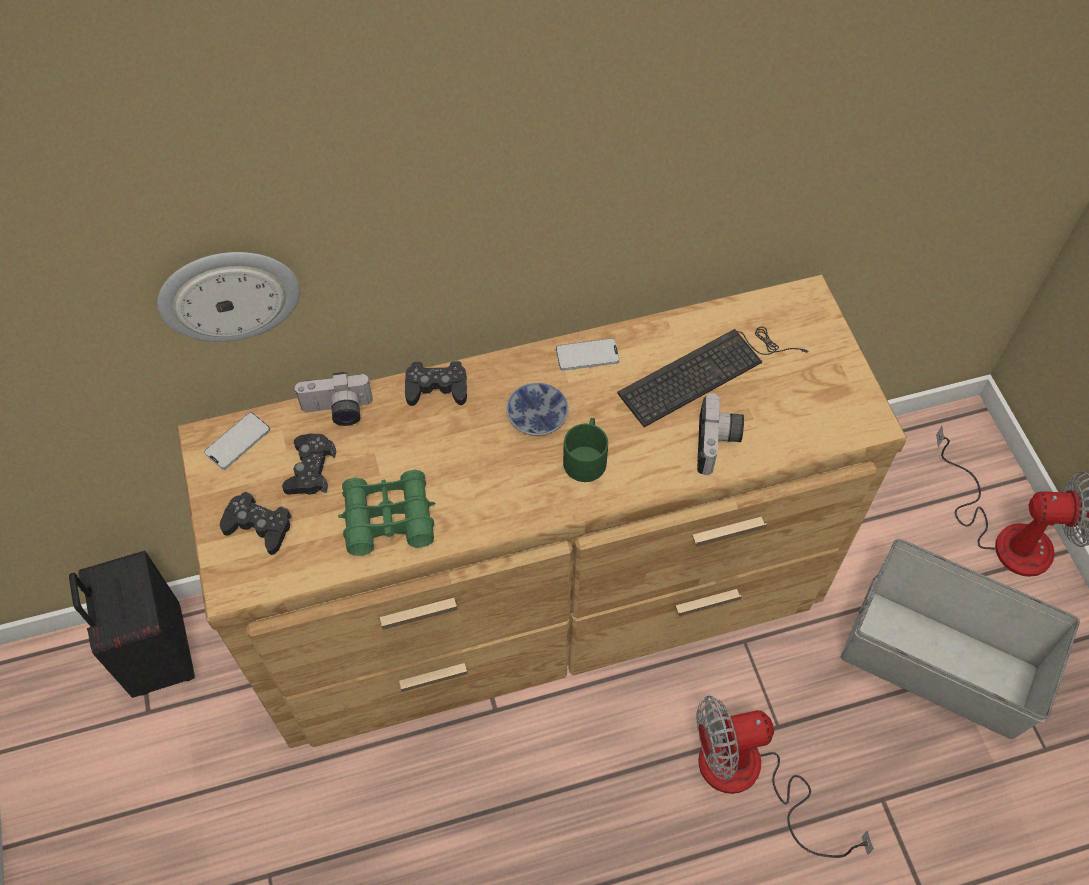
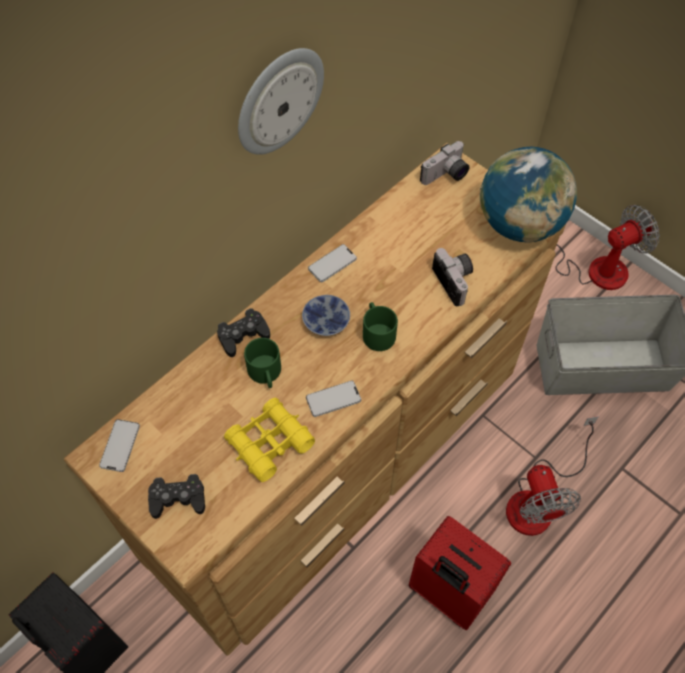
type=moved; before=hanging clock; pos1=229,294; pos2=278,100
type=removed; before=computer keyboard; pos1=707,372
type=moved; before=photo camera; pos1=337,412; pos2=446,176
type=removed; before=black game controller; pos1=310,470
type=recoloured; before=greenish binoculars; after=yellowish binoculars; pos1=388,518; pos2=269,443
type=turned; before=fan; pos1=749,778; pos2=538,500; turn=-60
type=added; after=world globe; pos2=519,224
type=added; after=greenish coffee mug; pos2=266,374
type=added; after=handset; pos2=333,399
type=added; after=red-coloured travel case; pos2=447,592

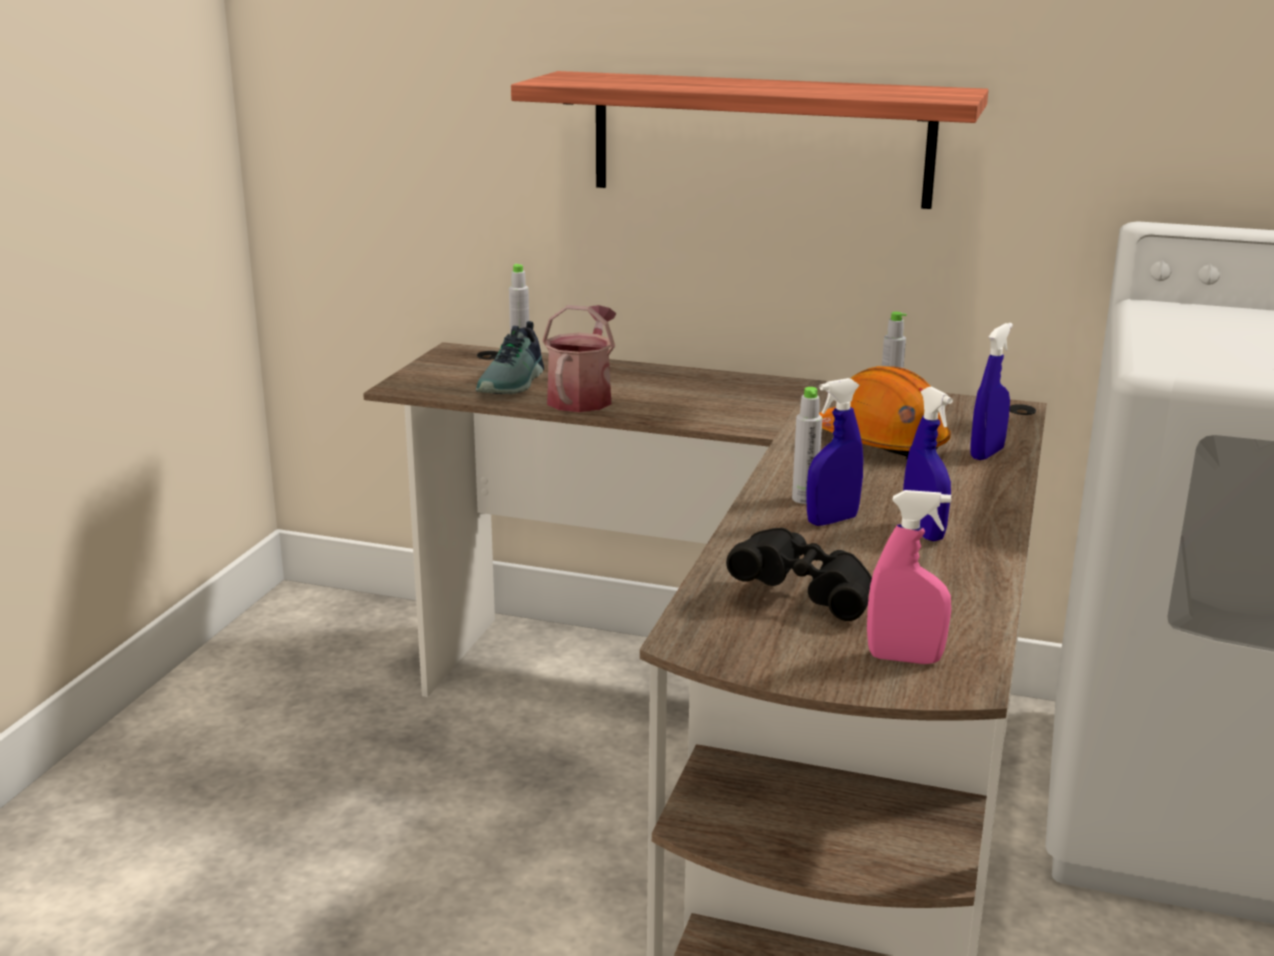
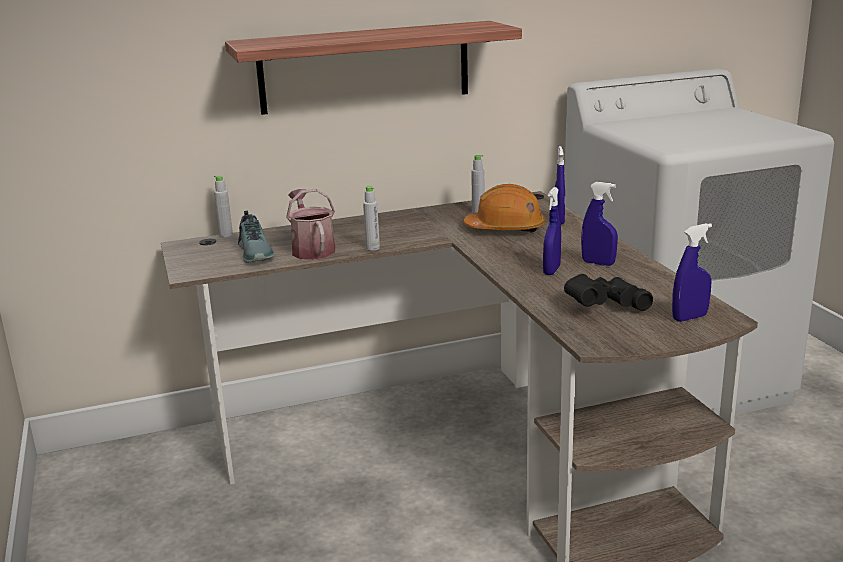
type=moved; before=gray beverage bottle; pos1=804,499; pos2=372,248
type=recoloured; before=pinkish hand sprayer; after=blue-coloured hand sprayer; pos1=904,659; pos2=689,318

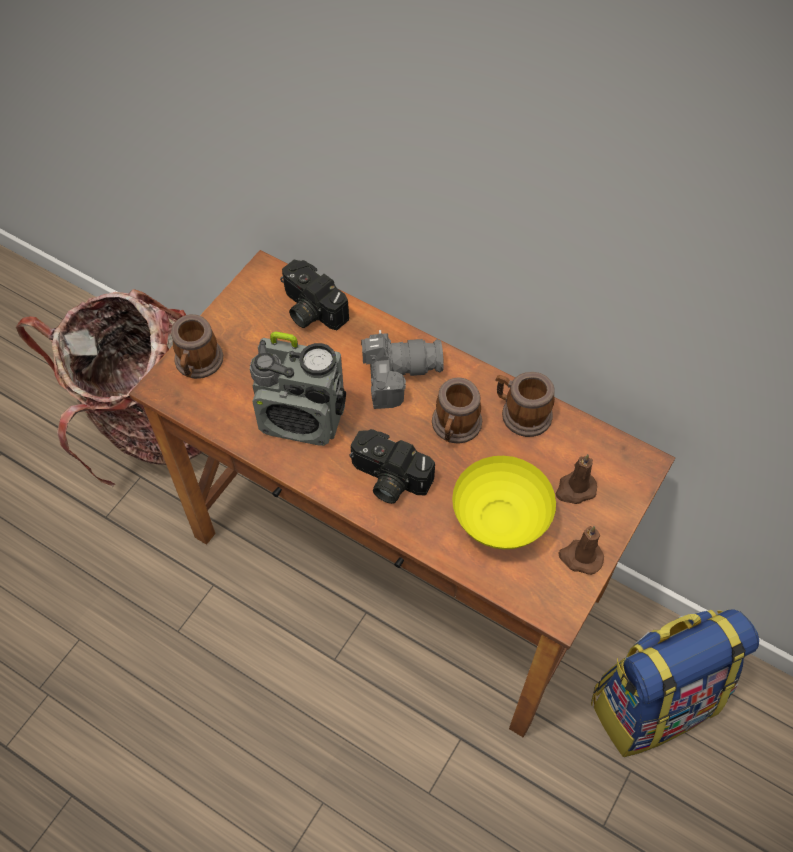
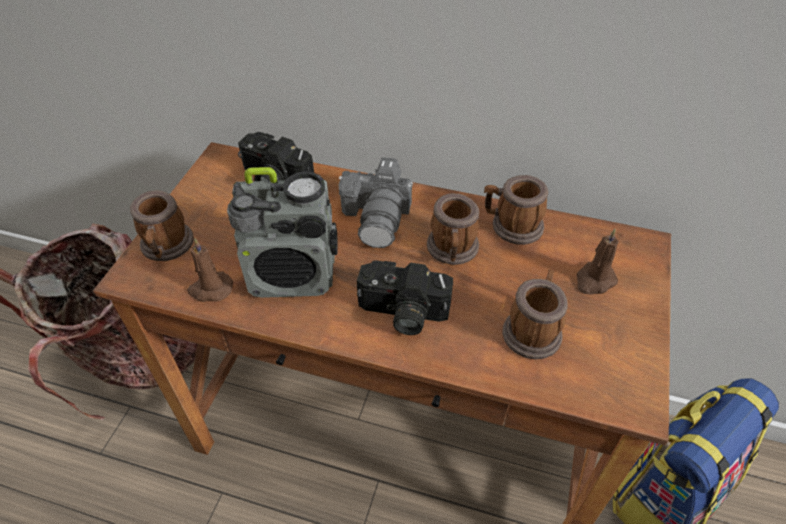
type=turned; before=photo camera; pos1=397,374; pos2=378,217; turn=120
type=replaced; before=yellowish deep dish; after=coffee mug; pos1=497,522; pos2=533,329
type=moved; before=brownish wax light; pos1=580,557; pos2=210,289

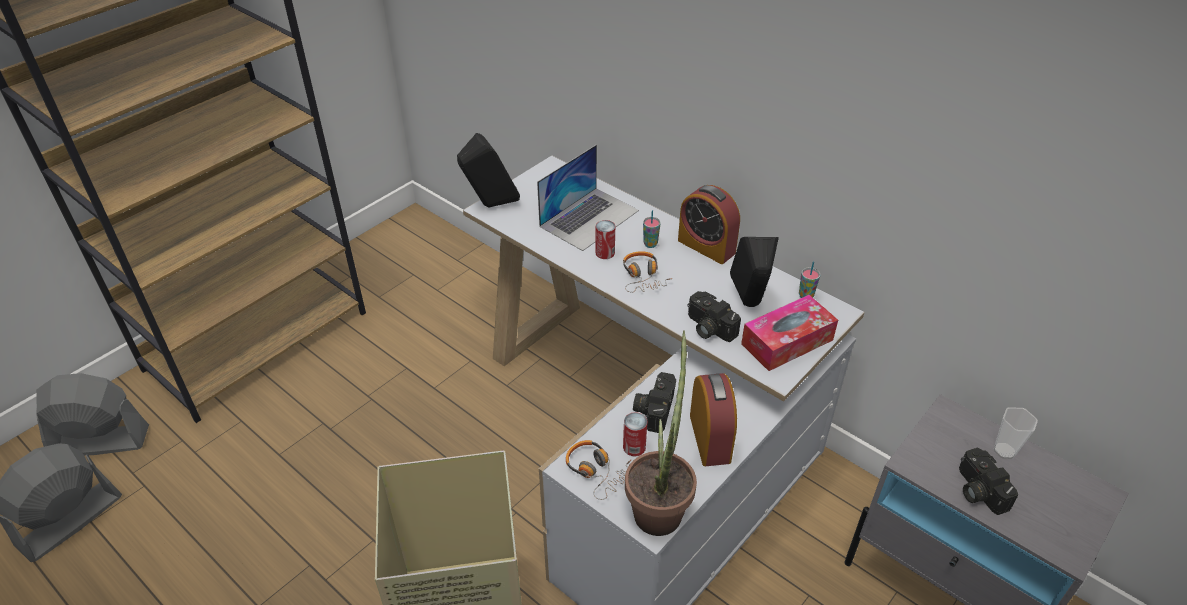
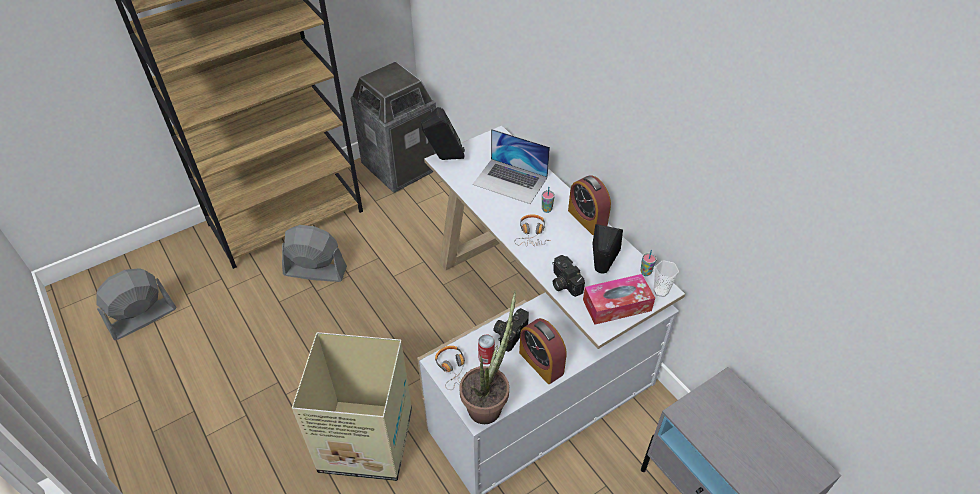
type=turned; before=portable computer; pos1=589,218; pos2=510,181; turn=60
type=removed; before=metal can; pos1=605,253
type=moved; before=gray fan; pos1=99,441; pos2=315,271
type=turned; before=bedside clock; pos1=710,438; pos2=541,363; turn=135
type=moved; before=cup; pos1=1004,451; pos2=660,291
type=removed; before=photo camera; pos1=977,490
type=added; after=trash can; pos2=400,167

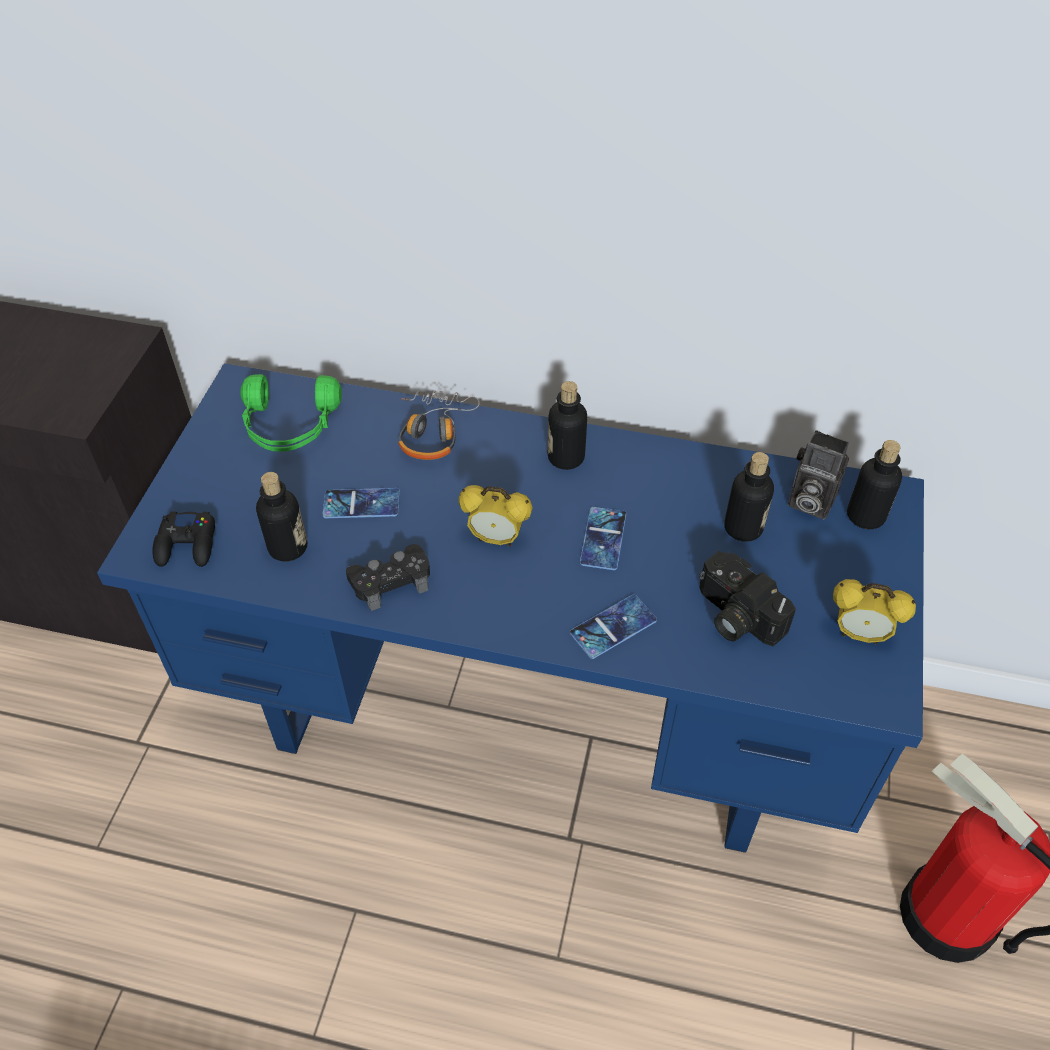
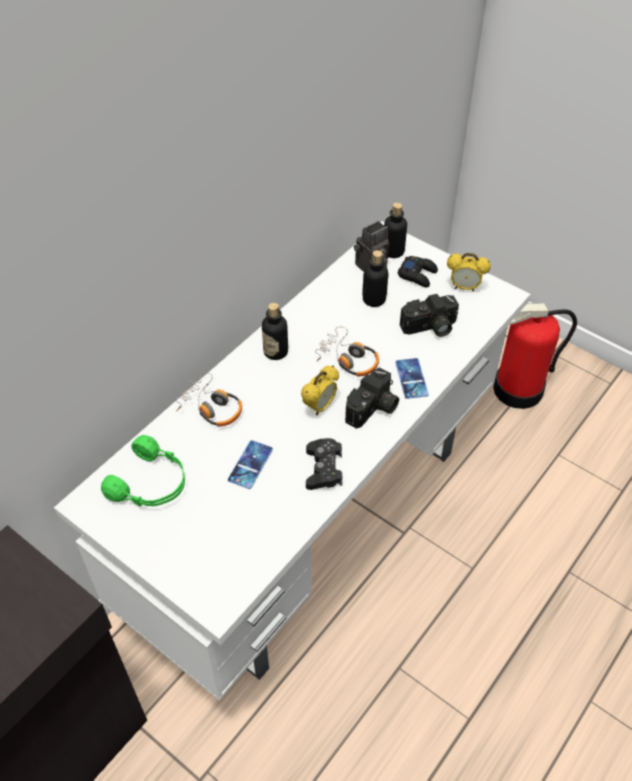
type=recoloured; before=blue-coloured desk table; after=whitish desk table; pos1=527,718; pos2=315,522
type=removed; before=beverage bottle; pos1=288,547
type=replaced; before=handset; after=headphones; pos1=603,538; pos2=348,359
type=moved; before=black game controller; pos1=187,545; pos2=417,275
type=turned; before=bedside clock; pos1=859,634; pos2=464,287; turn=60
type=added; after=photo camera; pos2=373,409

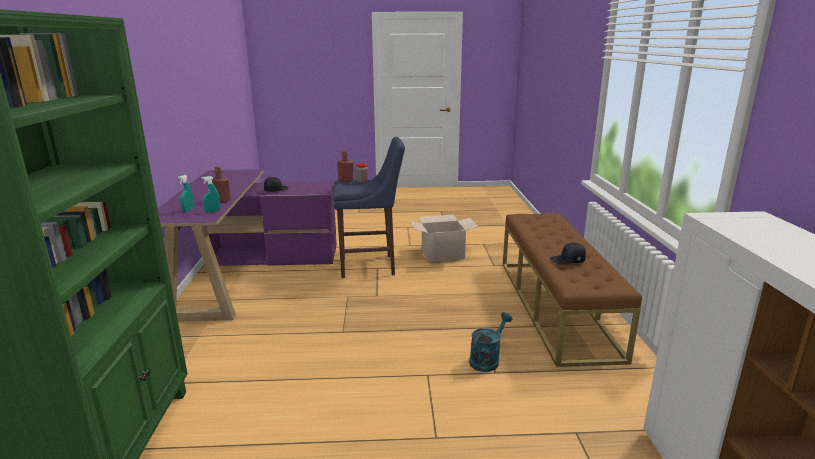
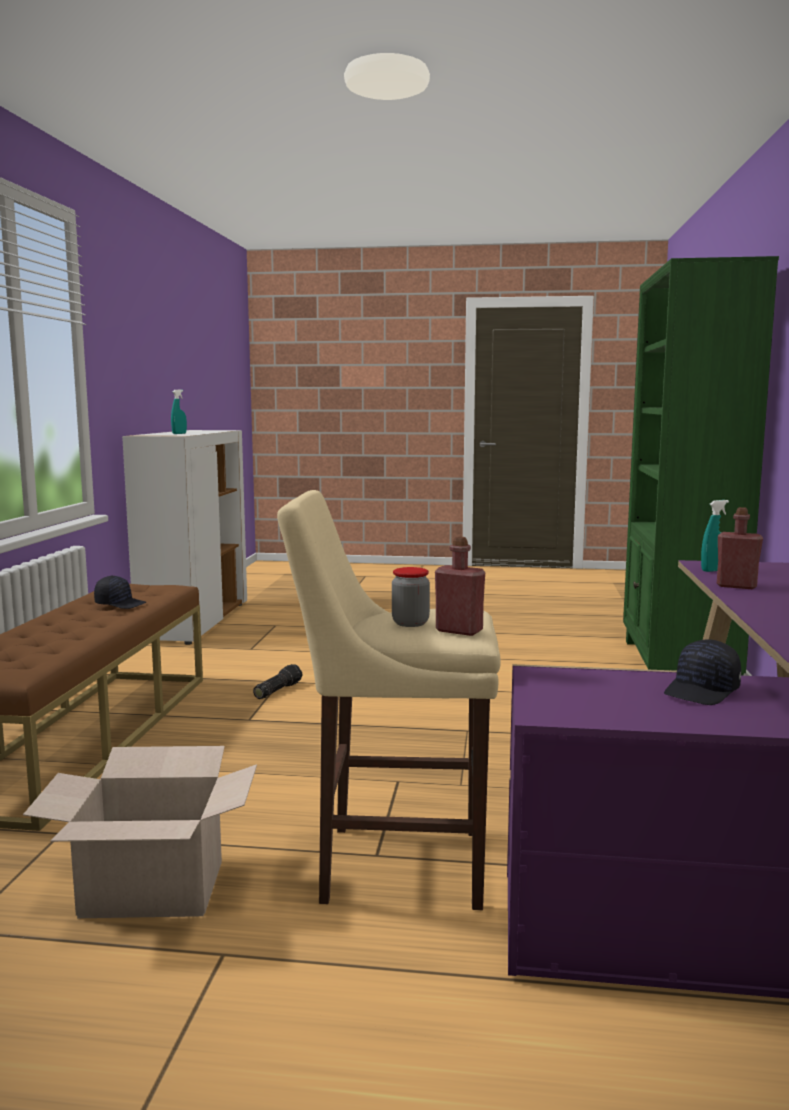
type=recoloured; before=blue-coloured stool seat; after=beige stool seat; pos1=371,266; pos2=393,864
type=moved; before=blue-green hand sprayer; pos1=188,210; pos2=179,433
type=replaced; before=blue-green sprinkling can; after=torch; pos1=487,359; pos2=277,690

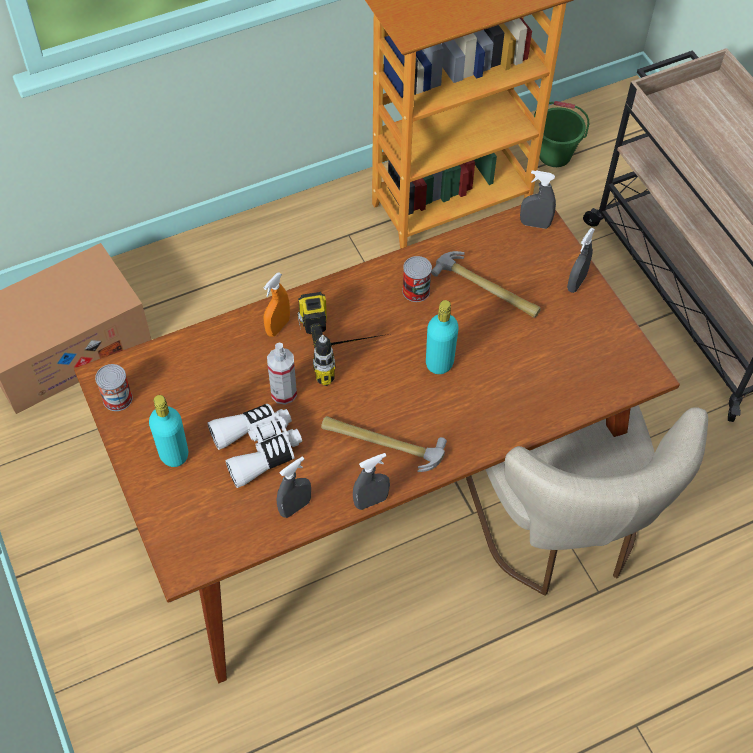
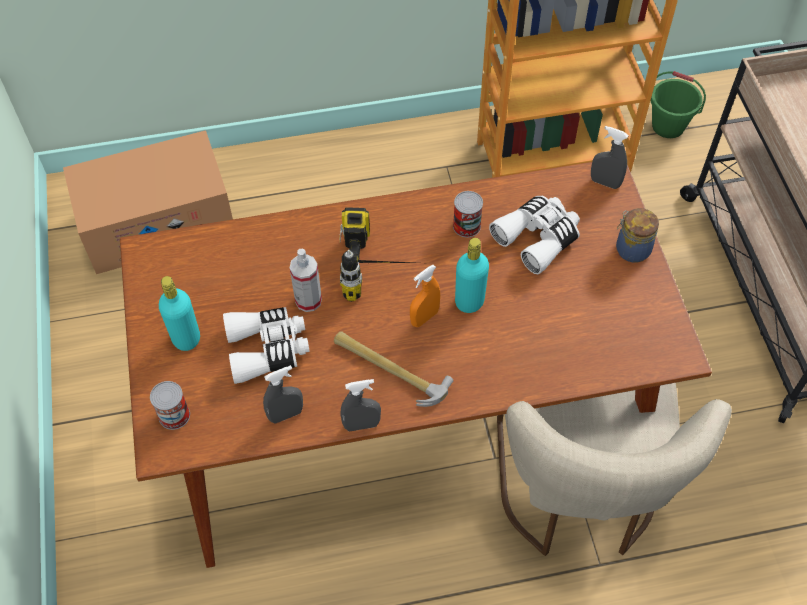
type=replaced; before=gray hand sprayer; after=preserve jar; pos1=576,283; pos2=631,249
type=replaced; before=hand hammer; after=whitish binoculars; pos1=487,289; pos2=538,237
type=moved; before=orangey hand sprayer; pos1=278,327; pos2=424,317
type=moved; before=metal can; pos1=117,398; pos2=174,415

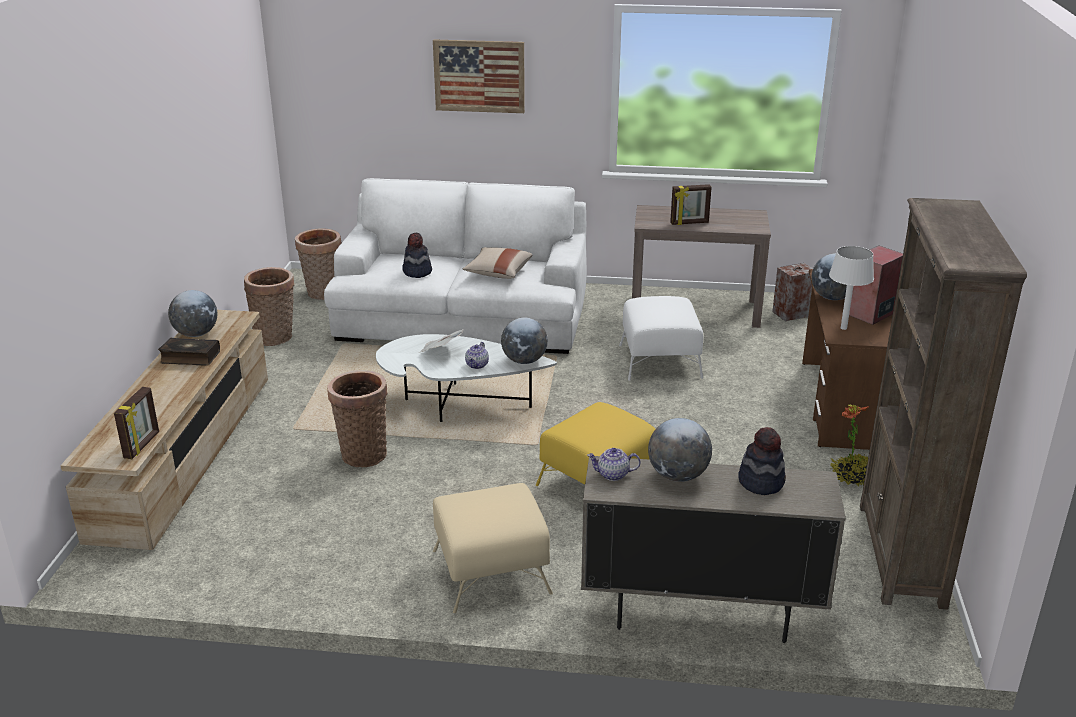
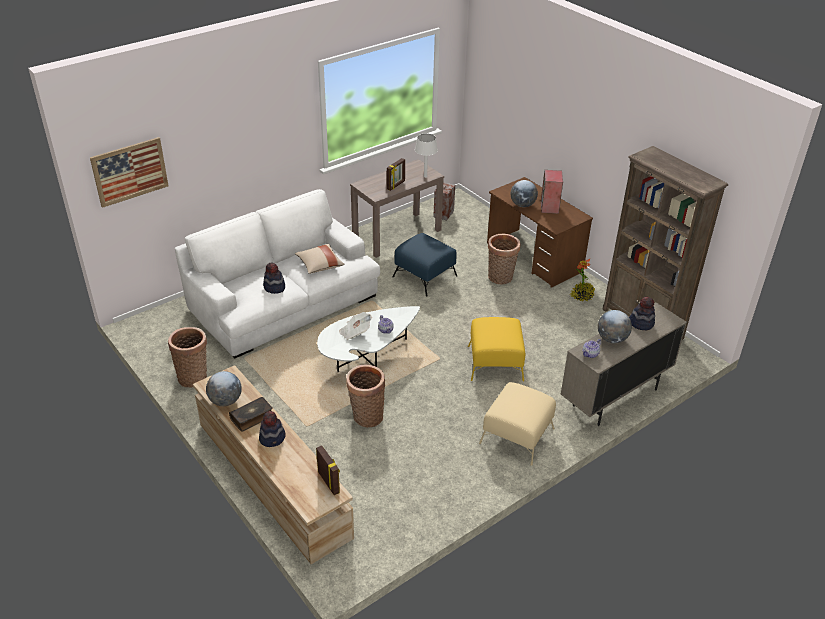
type=moved; before=wall art; pos1=479,76; pos2=130,171
type=moved; before=basket; pos1=323,294; pos2=500,278
type=moved; before=whitish table lamp; pos1=844,328; pos2=425,176
type=recoloured; before=whitish footrest; after=blue-coloured footrest; pos1=659,361; pos2=425,276
type=removed; before=world globe; pos1=524,361
type=added; after=hat; pos2=272,438

